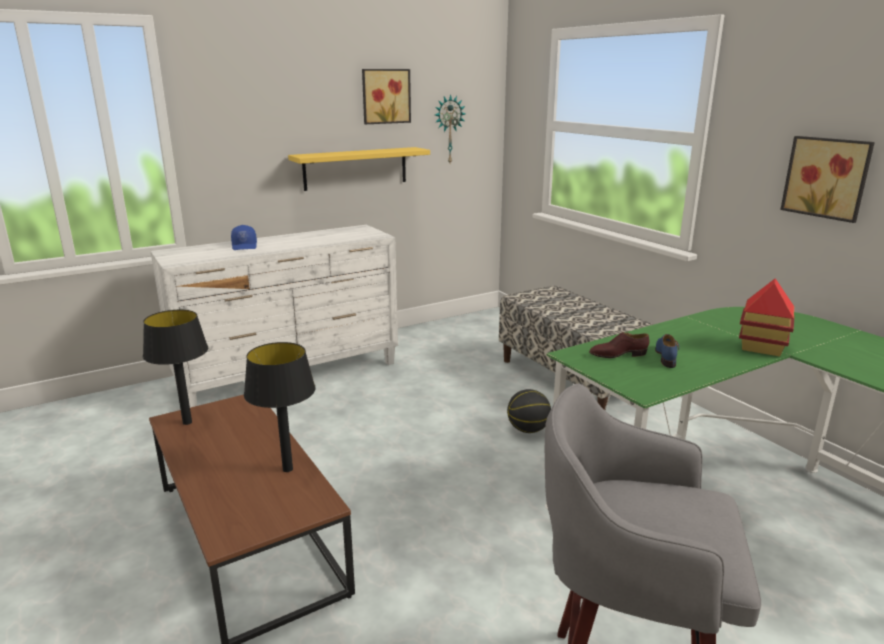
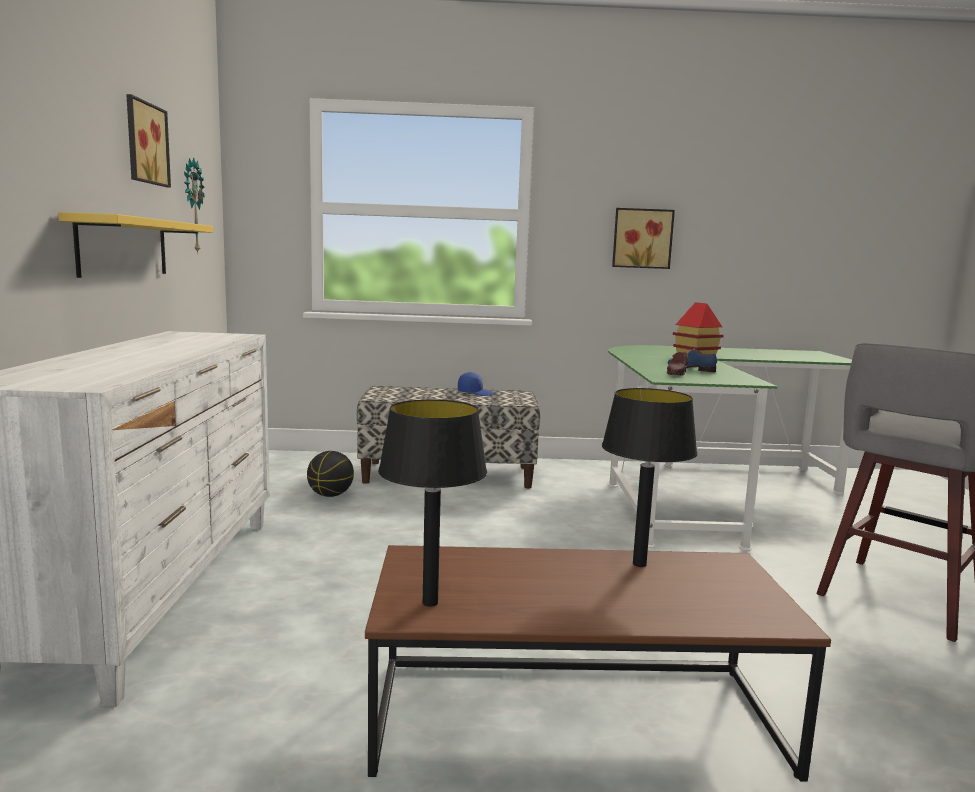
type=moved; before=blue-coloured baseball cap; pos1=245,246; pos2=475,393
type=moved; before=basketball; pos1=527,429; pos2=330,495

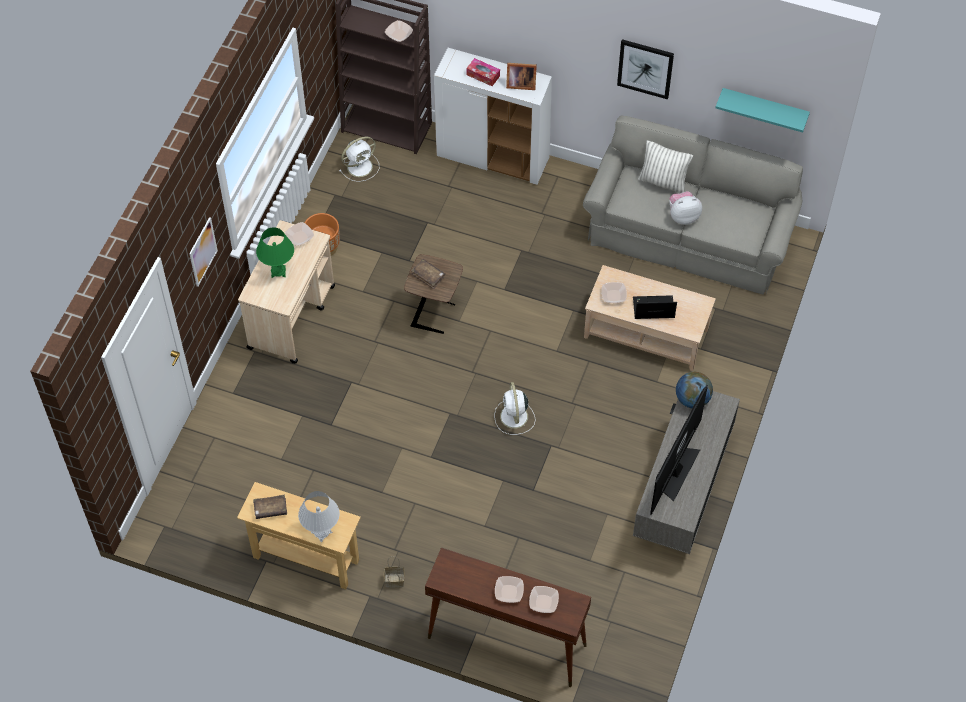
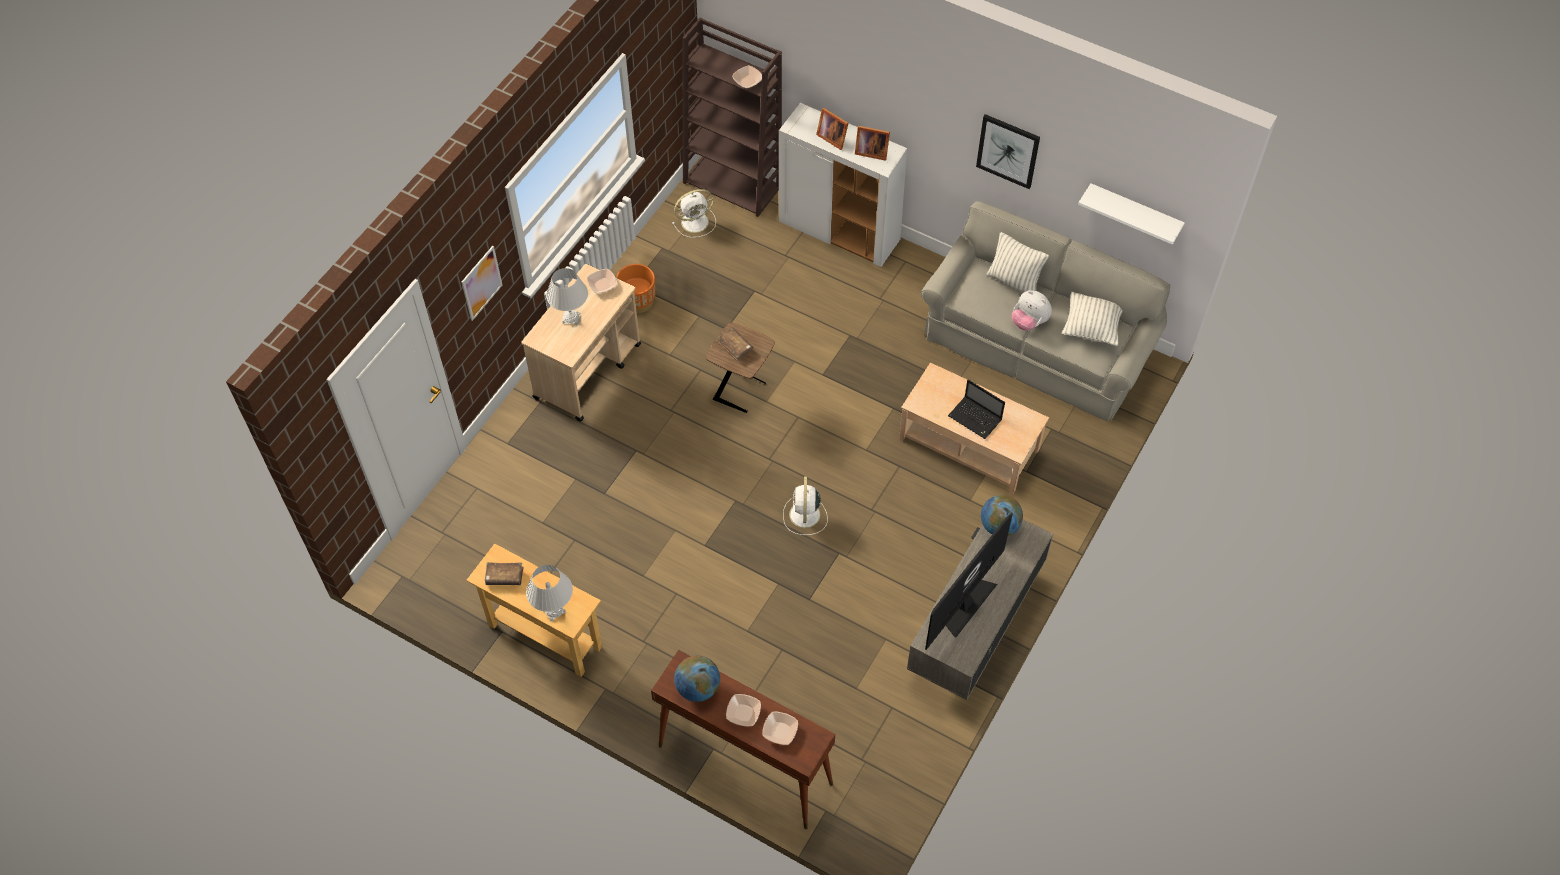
type=replaced; before=tissue holder; after=standing frame; pos1=483,75; pos2=832,137
type=recoloured; before=blue-green shelf; after=whitish shelf; pos1=764,108; pos2=1134,213
type=turned; before=cuddly toy; pos1=683,216; pos2=1029,322; turn=-135
type=recoloured; before=greenish table lamp; after=whitish table lamp; pos1=278,271; pos2=571,318
type=removed; before=deep dish; pos1=613,295
type=turned; before=portable computer; pos1=652,309; pos2=976,418; turn=-150
type=removed; before=basket; pos1=394,581
type=added; after=cushion; pos2=1091,328
type=added; after=world globe; pos2=698,688

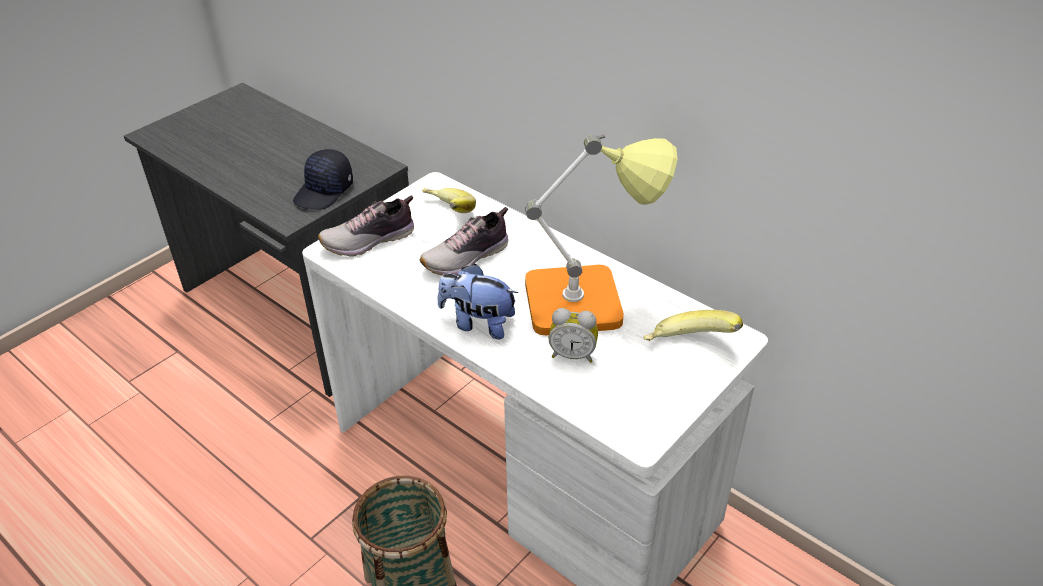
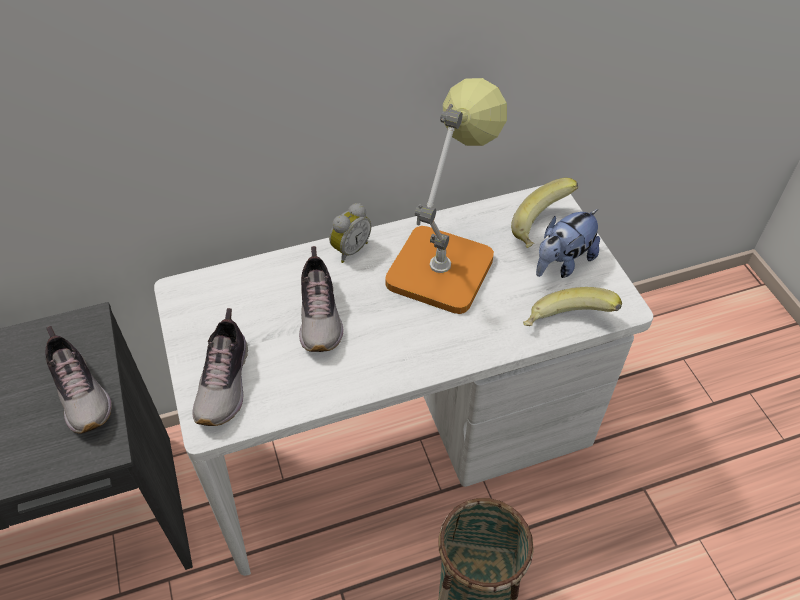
type=replaced; before=black baseball cap; after=shoe; pos1=324,191; pos2=81,393
type=moved; before=banana; pos1=446,215; pos2=566,325
type=moved; before=cuddly toy; pos1=478,323; pos2=562,263
type=moved; before=bedside clock; pos1=573,354; pos2=349,249

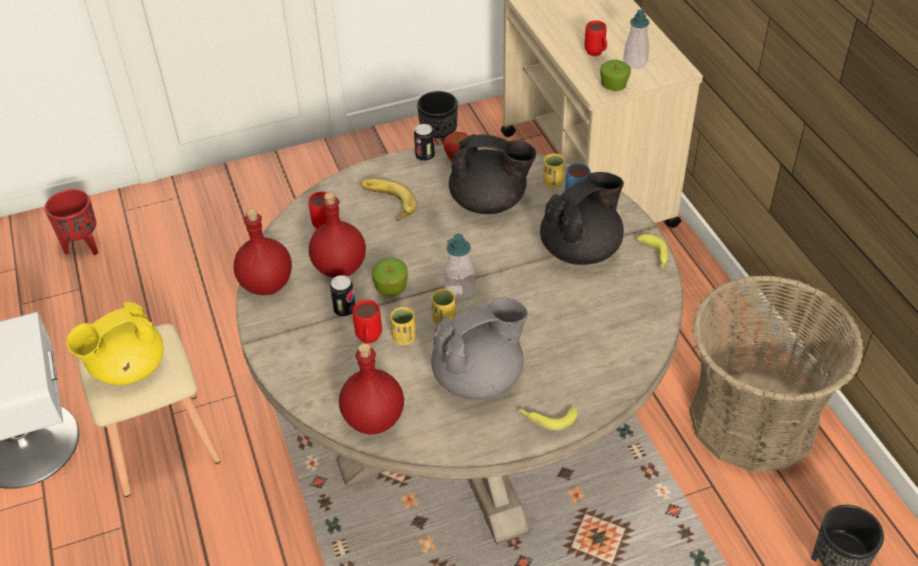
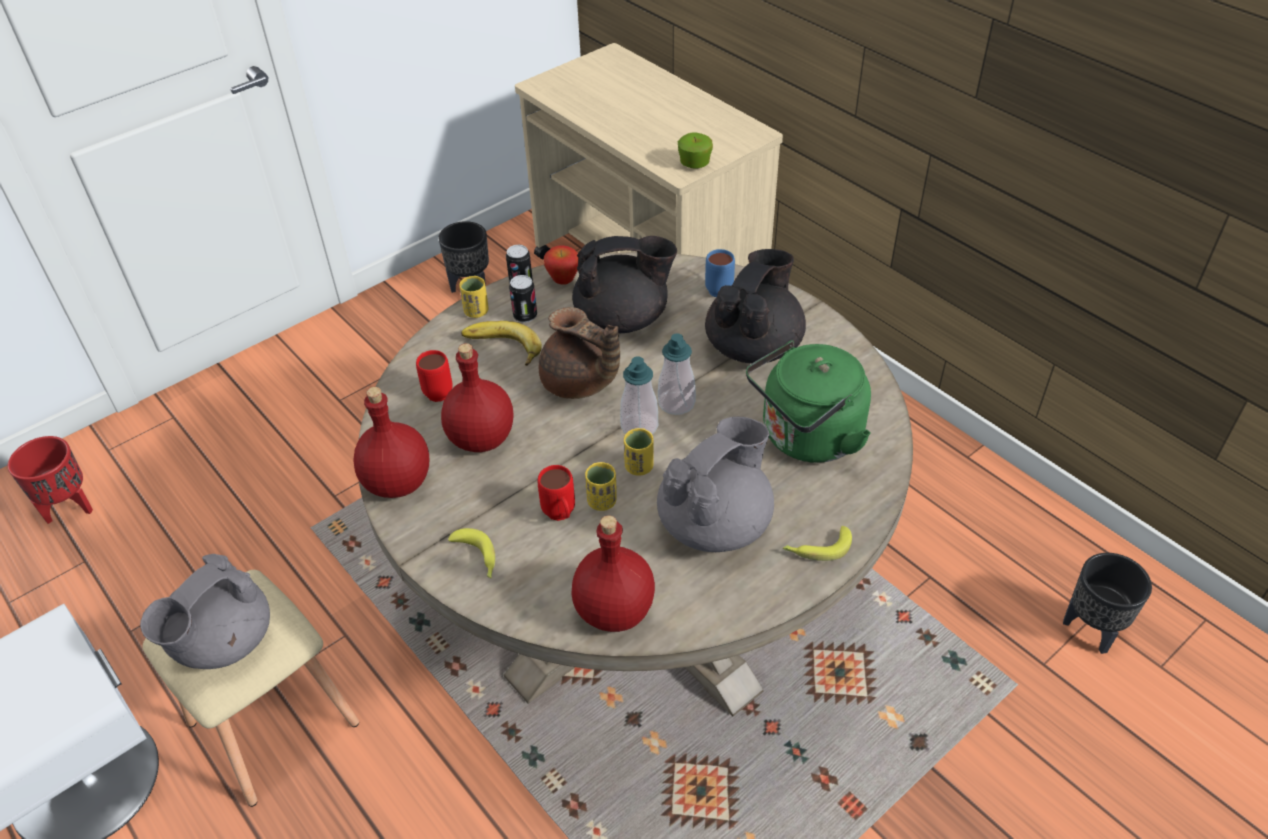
type=moved; before=liquid soap bottle; pos1=635,62; pos2=676,403
type=removed; before=red-coloured coffee mug; pos1=596,54
type=moved; before=yellowish cup; pos1=553,182; pos2=476,311
type=moved; before=banana; pos1=654,256; pos2=477,558
type=removed; before=whole apple; pos1=391,289
type=moved; before=metal can; pos1=344,310; pos2=525,316
type=removed; before=basket; pos1=753,419
type=recoloured; before=yellowish teapot; after=gray teapot; pos1=127,368; pos2=222,642
type=added; after=brownish teapot; pos2=579,384
type=added; after=greenish kettle; pos2=806,438

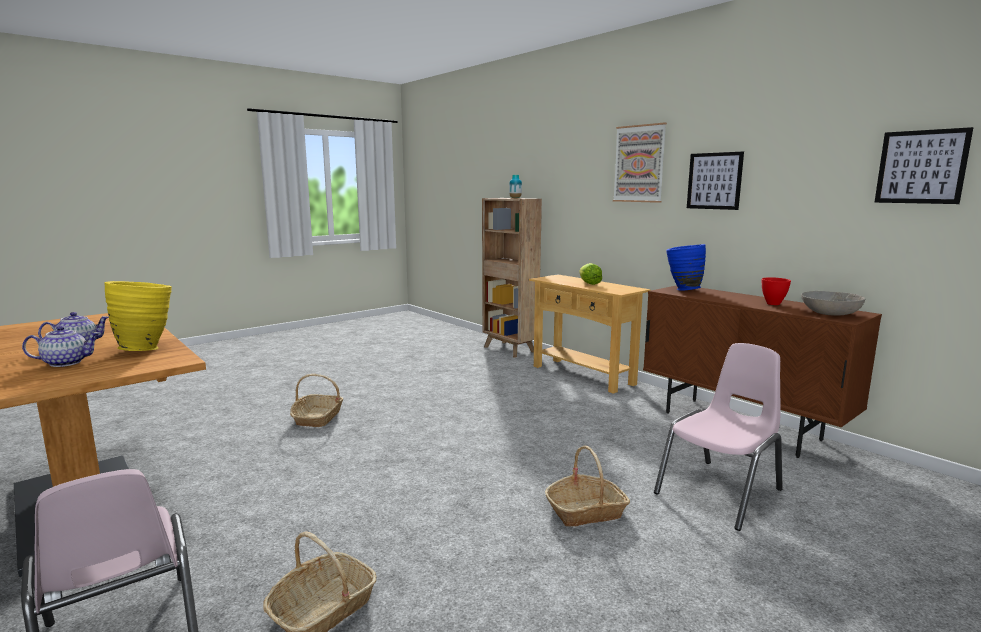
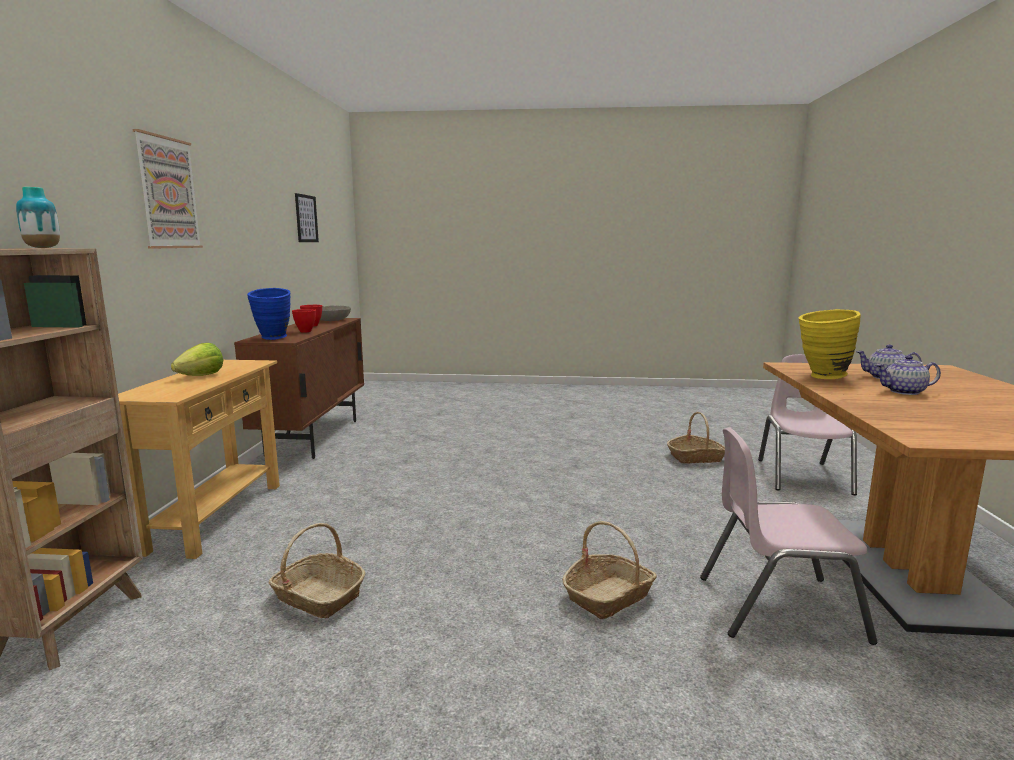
type=removed; before=wall art; pos1=714,181
type=moved; before=pinkish chair; pos1=720,492; pos2=778,607
type=moved; before=basket; pos1=586,511; pos2=318,596
type=added; after=red-coloured deep dish; pos2=305,331

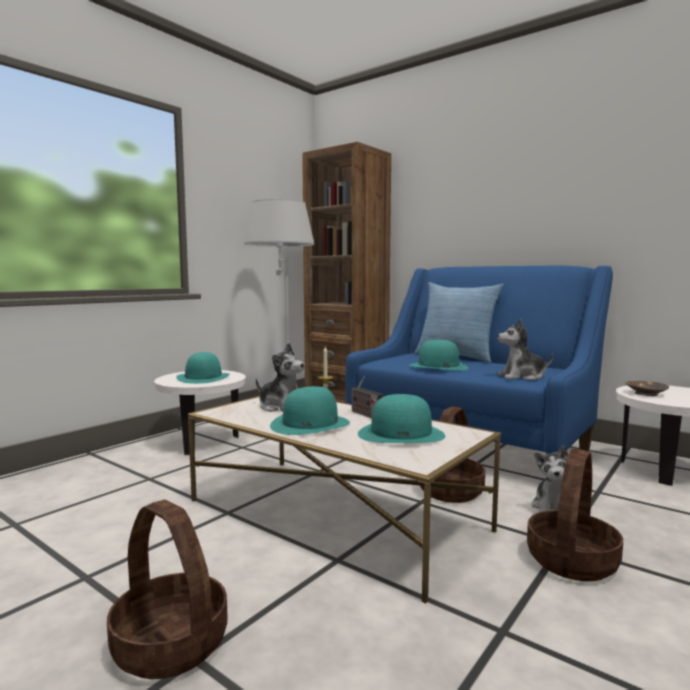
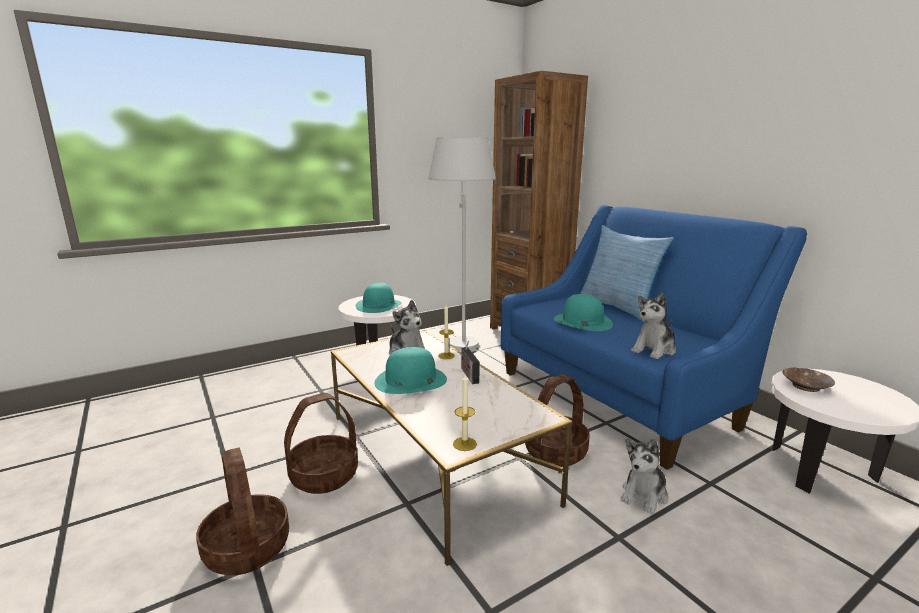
type=turned; before=cuddly toy; pos1=522,377; pos2=654,350; turn=-60
type=removed; before=blue-green hat; pos1=401,434
type=moved; before=basket; pos1=571,560; pos2=324,475
type=added; after=wax light; pos2=464,444

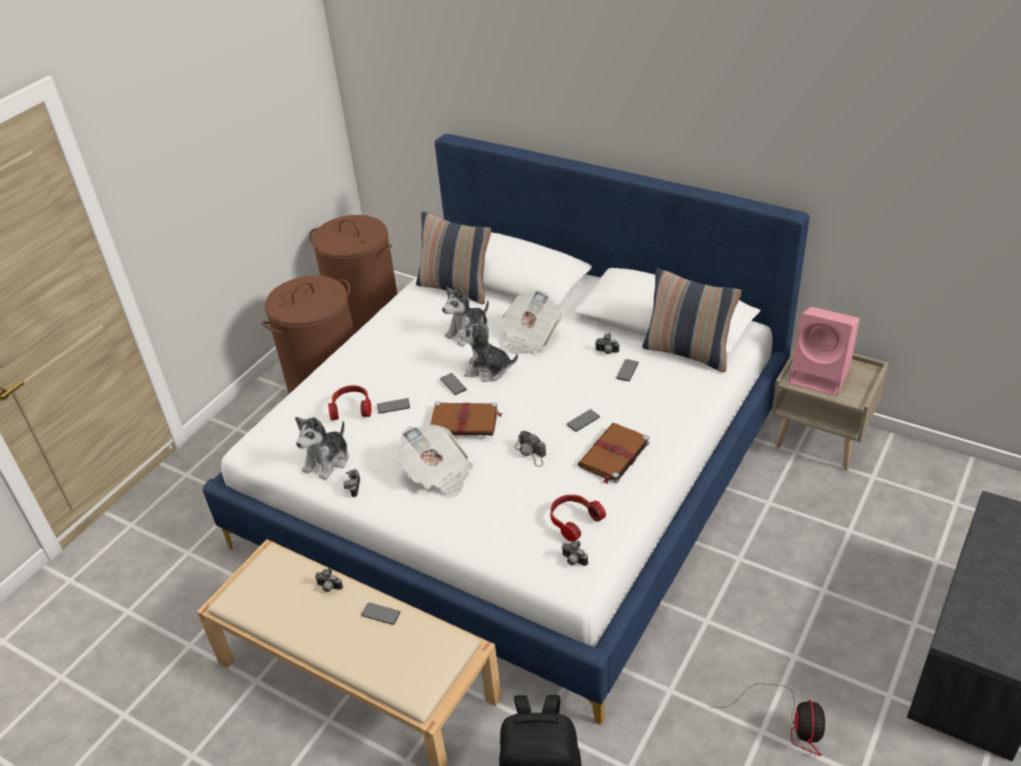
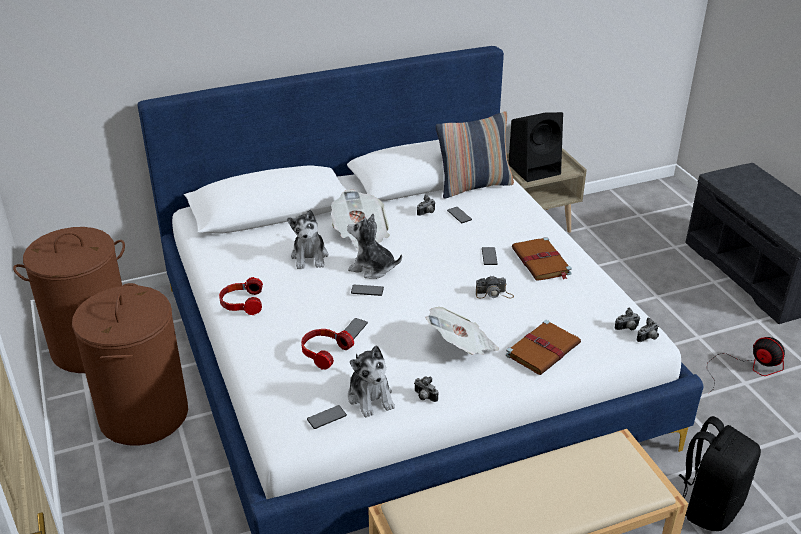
type=removed; before=cushion; pos1=455,288
type=recoloured; before=pinkish audio speaker; after=black audio speaker; pos1=821,376; pos2=535,169
type=turned; before=cuddly toy; pos1=488,370; pos2=372,268; turn=60
type=moved; before=brownish bound book; pos1=465,421; pos2=543,349
type=moved; before=headphones; pos1=573,521; pos2=241,303
type=moved; before=photo camera; pos1=329,588; pos2=648,338
type=moved; before=handset; pos1=380,614; pos2=326,418

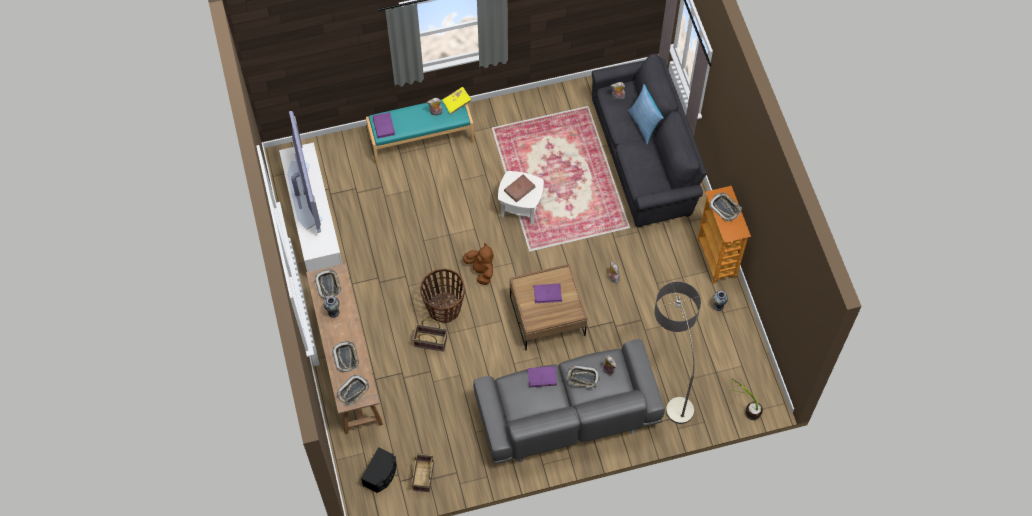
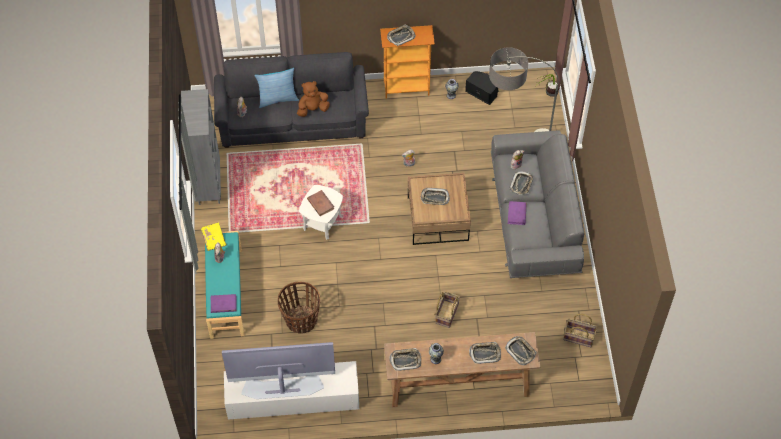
type=moved; before=brownish cuddly toy; pos1=481,270; pos2=313,109
type=moved; before=basket; pos1=444,308; pos2=301,320
type=replaced; before=purplish bound book; after=carrying tray; pos1=547,294; pos2=434,198
type=moved; before=black audio speaker; pos1=381,475; pos2=482,92
type=added; after=gray shelving unit; pos2=208,185

